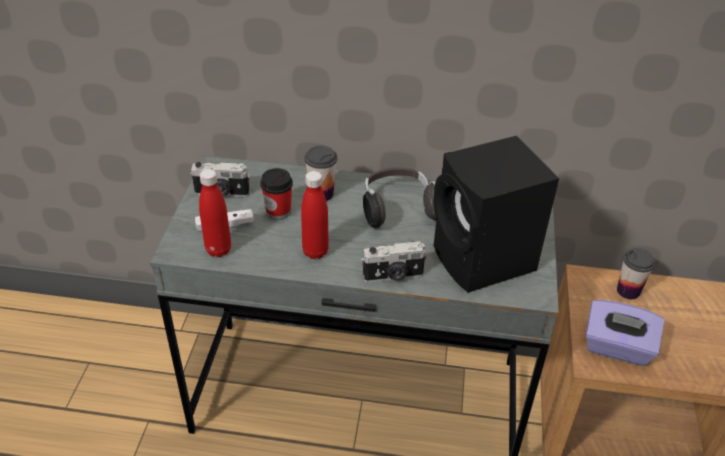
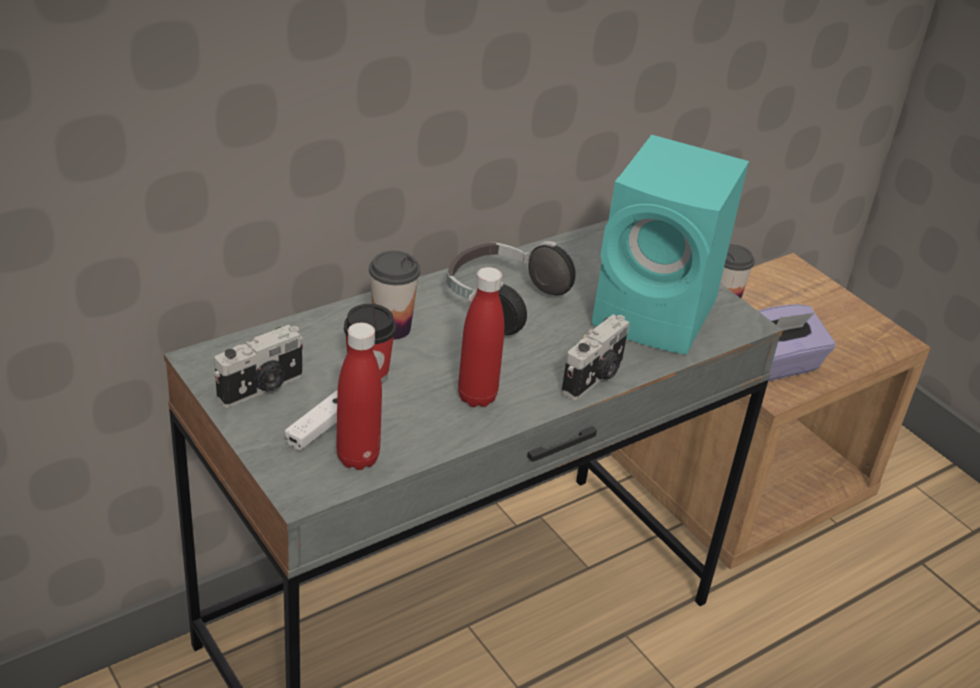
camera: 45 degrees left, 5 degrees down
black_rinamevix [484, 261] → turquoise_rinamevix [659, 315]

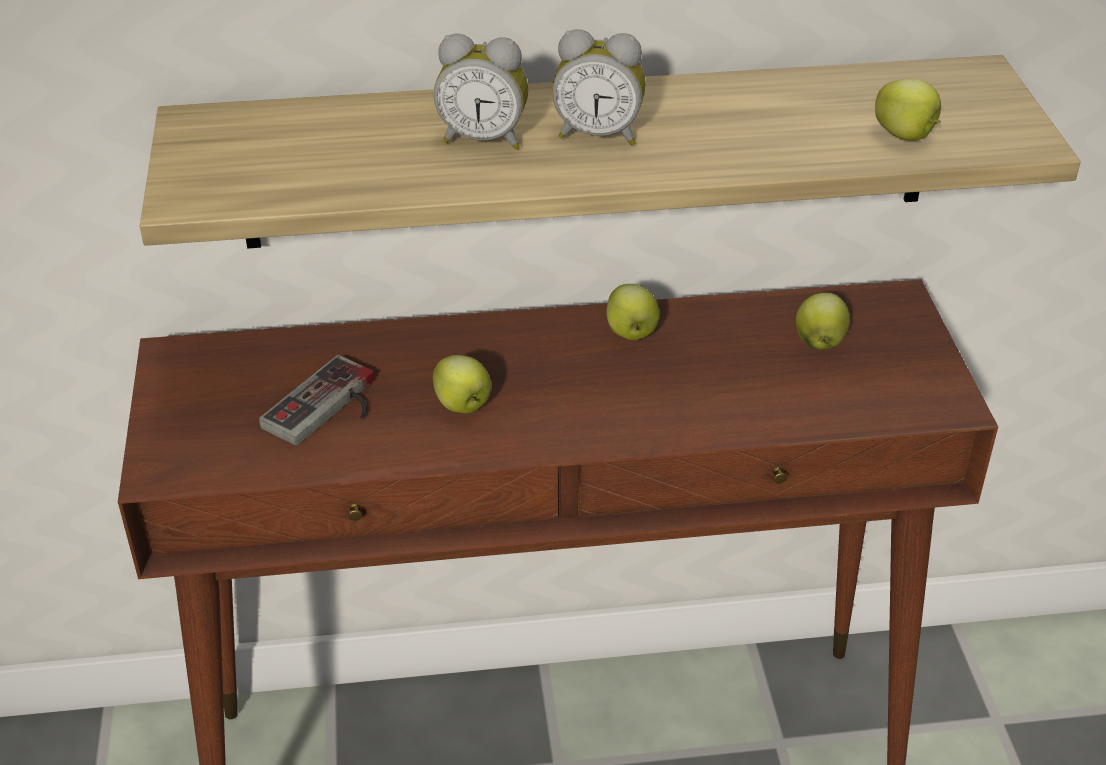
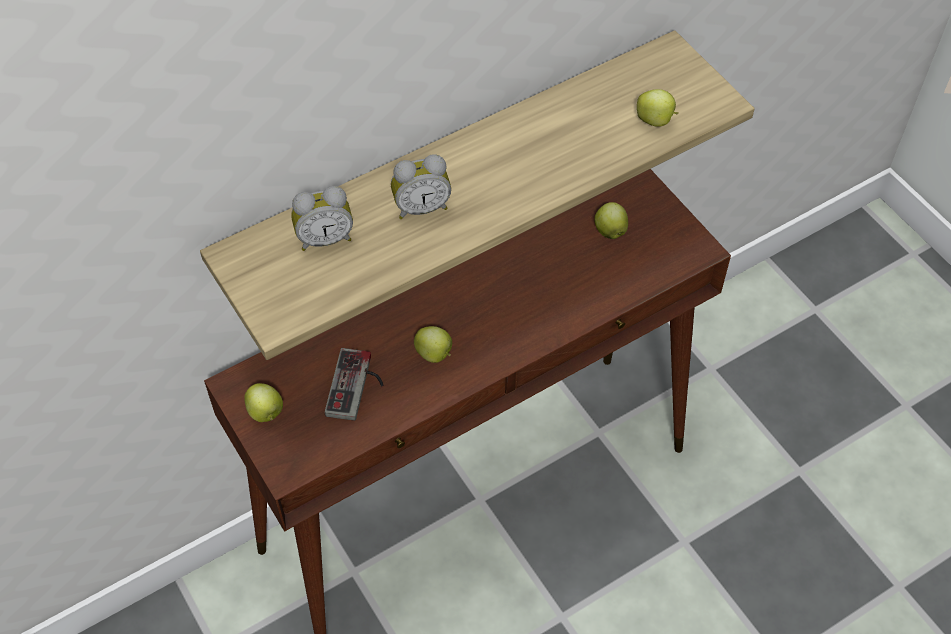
camera: 25 degrees left, 15 degrees up
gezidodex [598, 134] → gezidodex [324, 238], shifted
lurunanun [631, 333] → lurunanun [266, 413], shifted

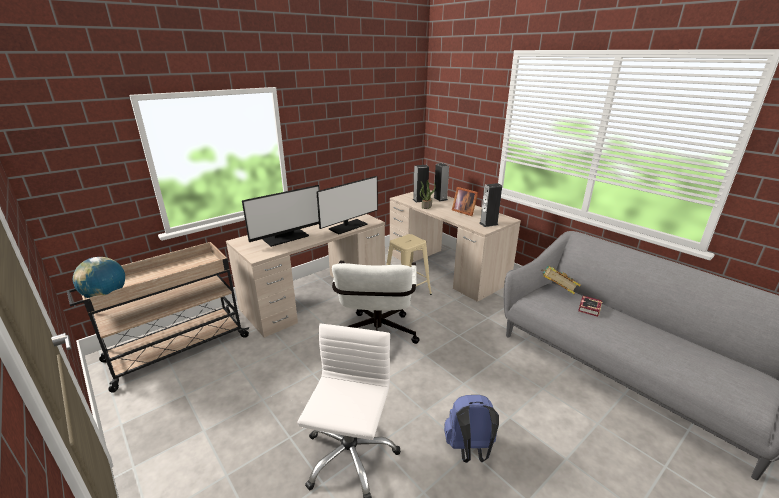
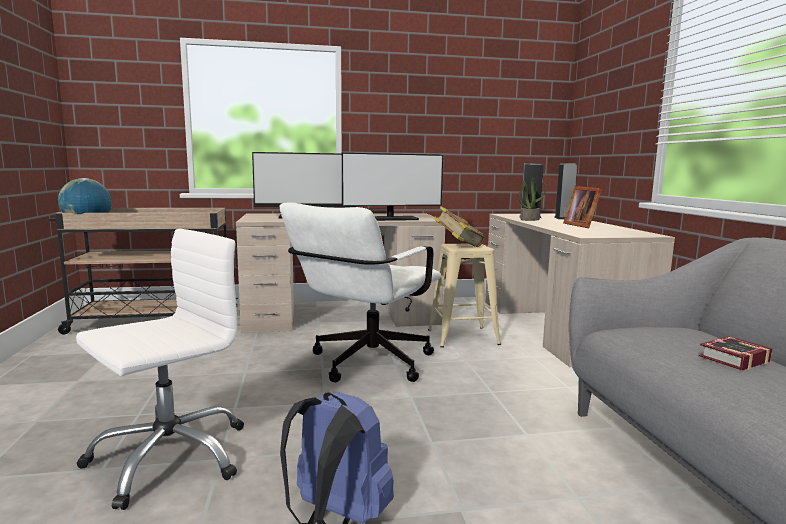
camera: 30 degrees right, 15 degrees down
rinamevix [488, 224] → -
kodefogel [557, 291] → kodefogel [458, 246], shifted

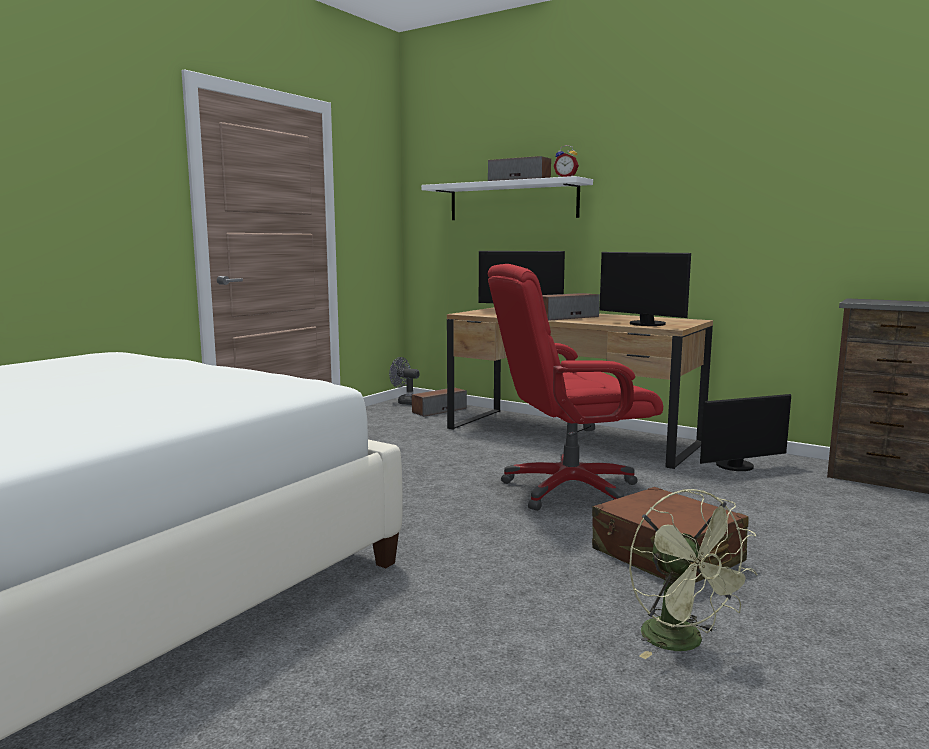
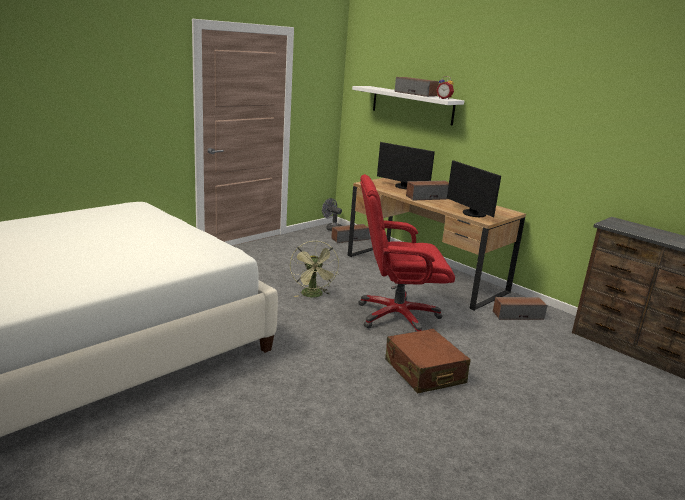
camera: 10 degrees right, 10 degrees up
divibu [737, 466] → rinamevix [517, 315]
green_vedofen [682, 643] → green_vedofen [313, 295], shifted

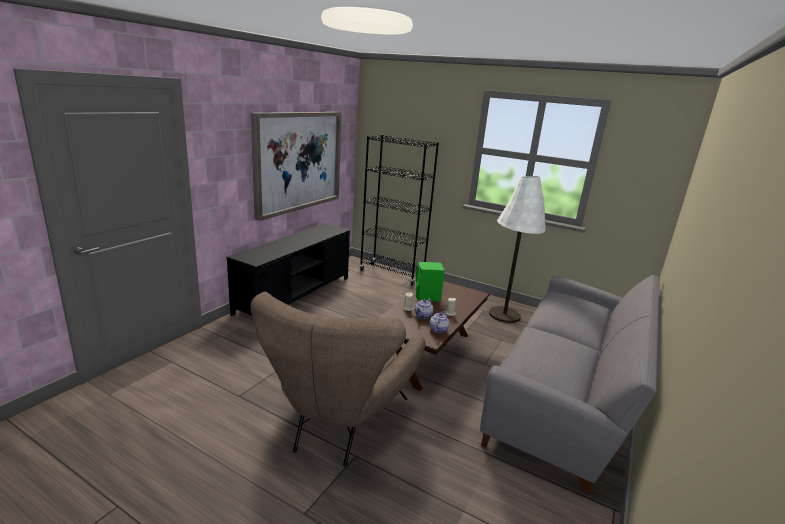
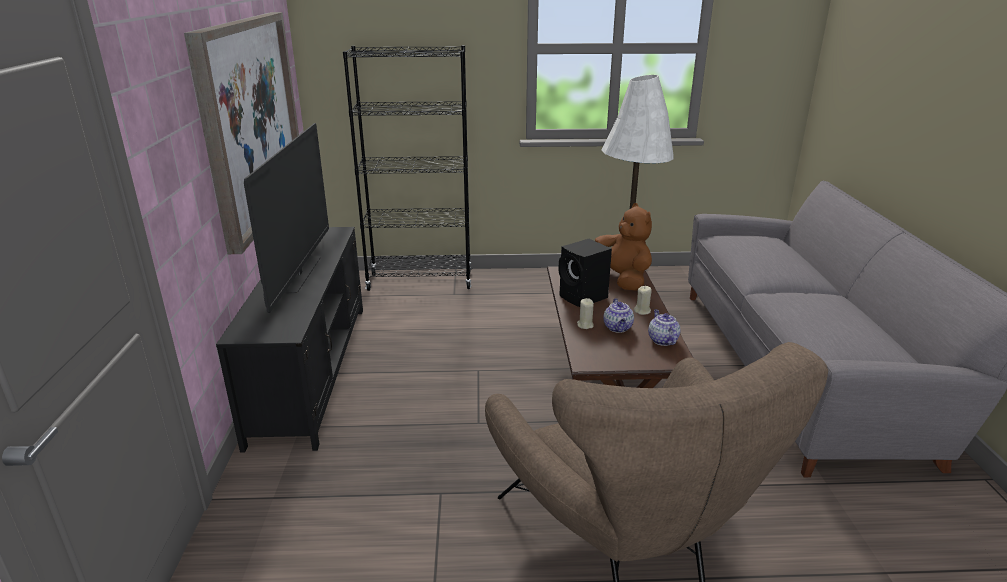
camera: 30 degrees left, 5 degrees up
green_rinamevix [427, 297] → black_rinamevix [584, 298]
- → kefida [301, 274]
- → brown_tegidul [621, 279]

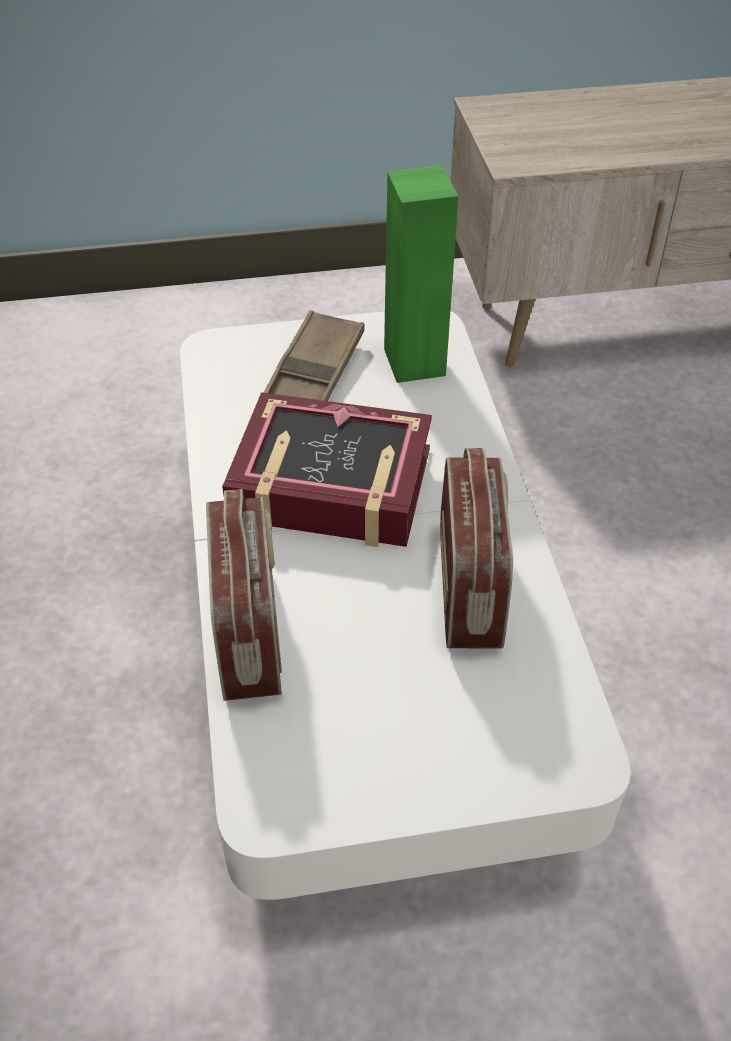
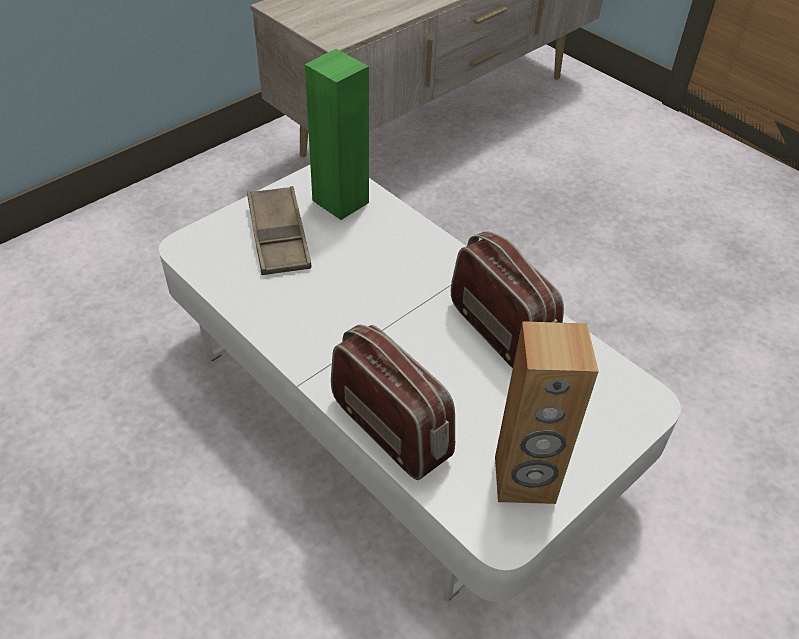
camera: 35 degrees left, 0 degrees up
kodefogel [331, 486] → -
- → brown_rinamevix [524, 481]

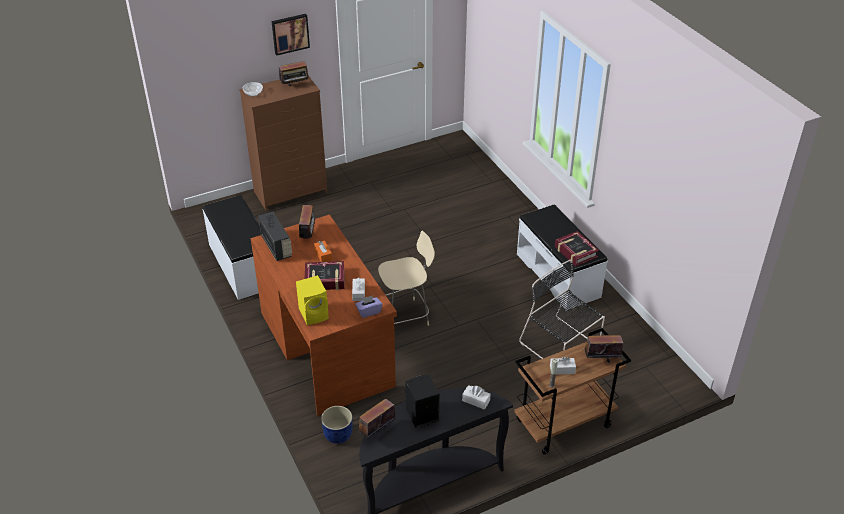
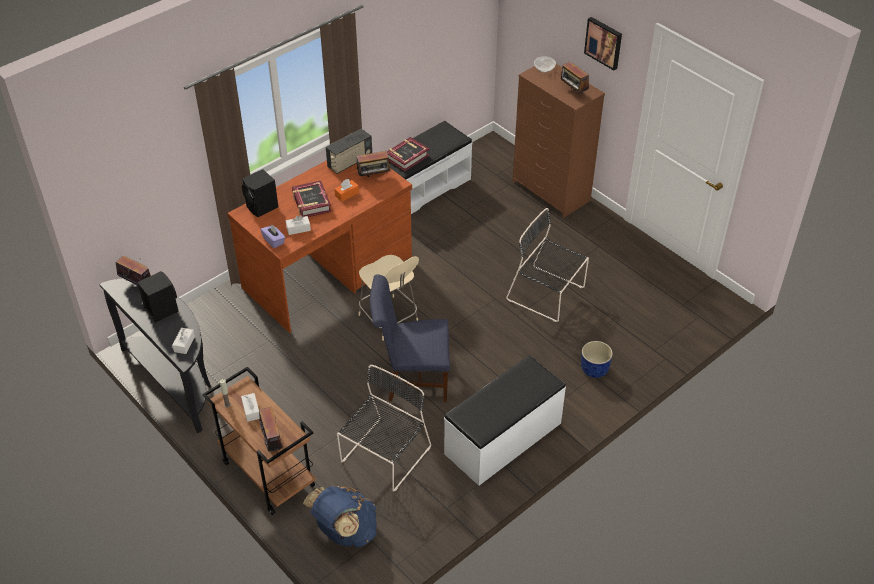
camera: 75 degrees right, 5 degrees up
kodefogel [575, 252] → kodefogel [407, 157], shifted
yellow_rinamevix [315, 314] → black_rinamevix [262, 207]
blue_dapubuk [338, 435] → blue_dapubuk [594, 370], shifted
- → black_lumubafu [547, 295]
- → blue_lumubafu [412, 379]
- → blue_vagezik [345, 532]

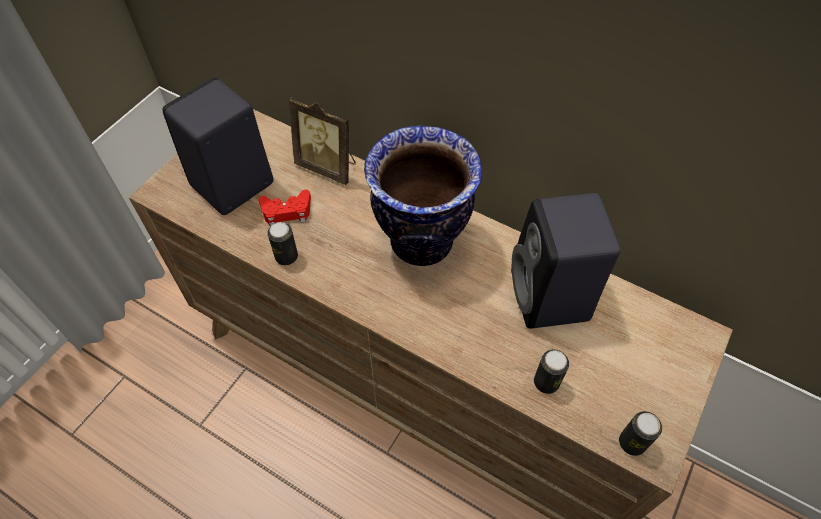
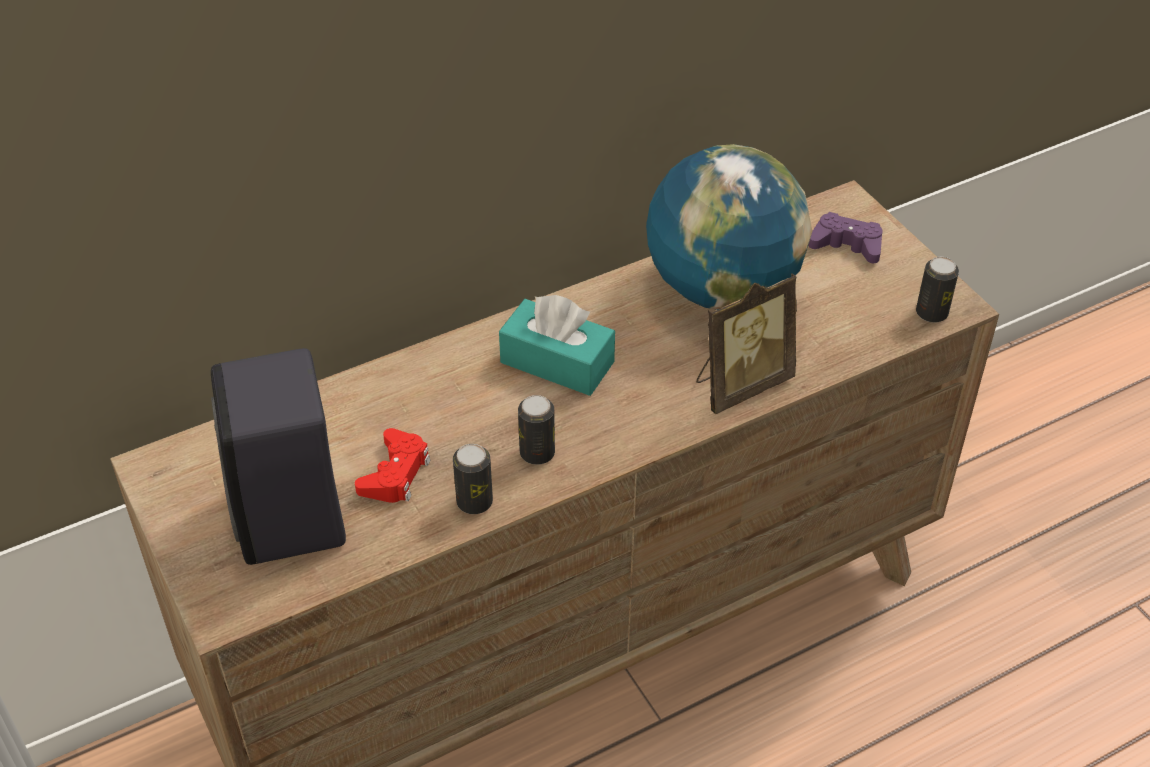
camera: 60 degrees left, 10 degrees down
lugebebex [328, 166] → lugebebex [740, 384], shifted
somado [420, 242] → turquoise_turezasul [557, 362]
black_rinamevix [551, 298] → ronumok [722, 288]
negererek [546, 382] → negererek [537, 453], shifted
- → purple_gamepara [846, 245]

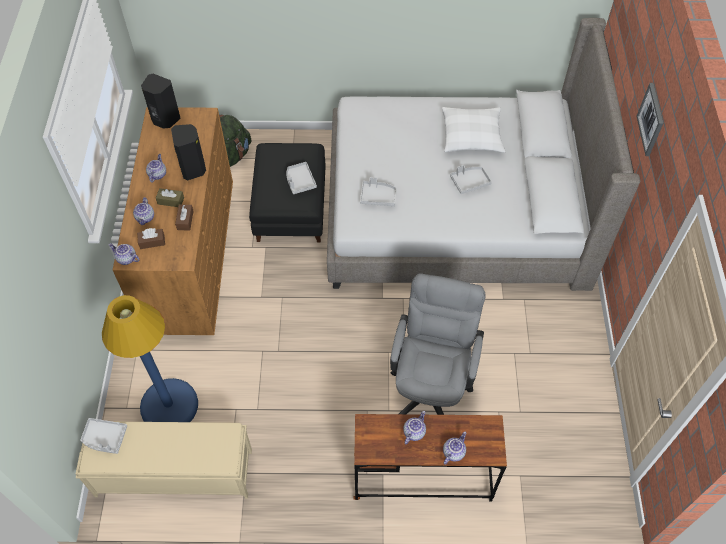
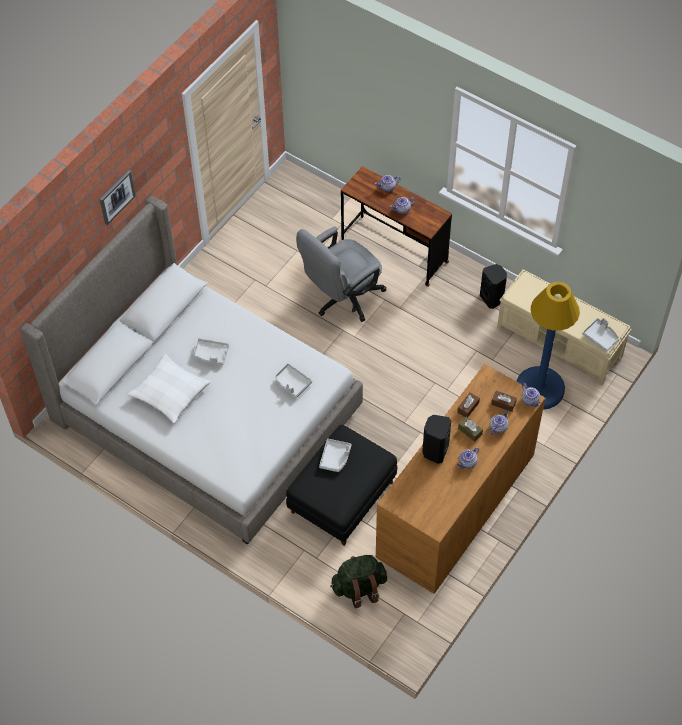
camera: 145 degrees left, 0 degrees up
black_rinamevix [165, 120] → black_rinamevix [492, 298], shifted

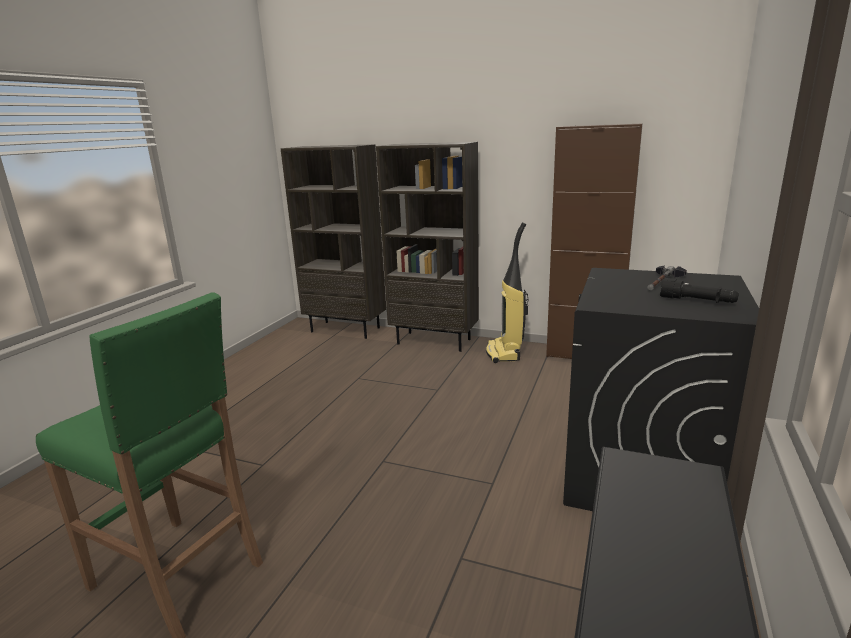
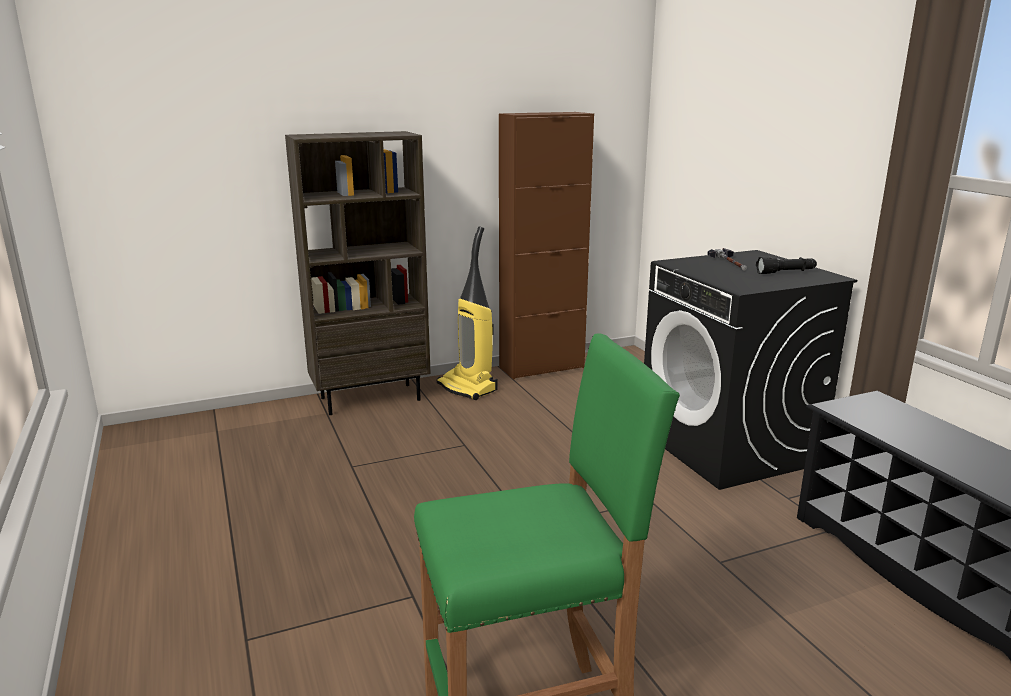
camera: 45 degrees left, 0 degrees up
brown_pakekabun [346, 329] → -

